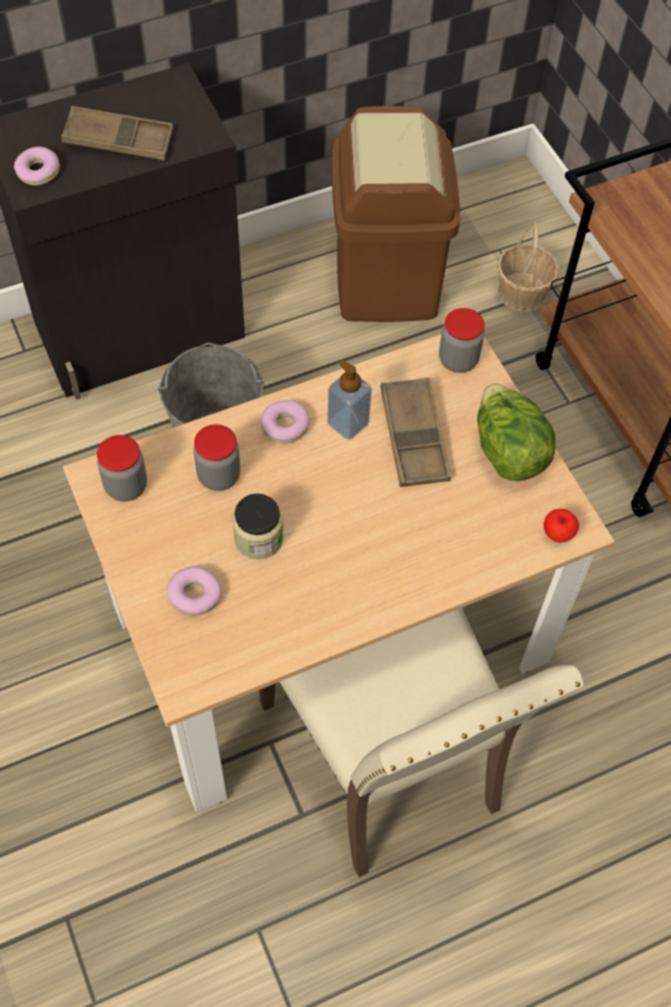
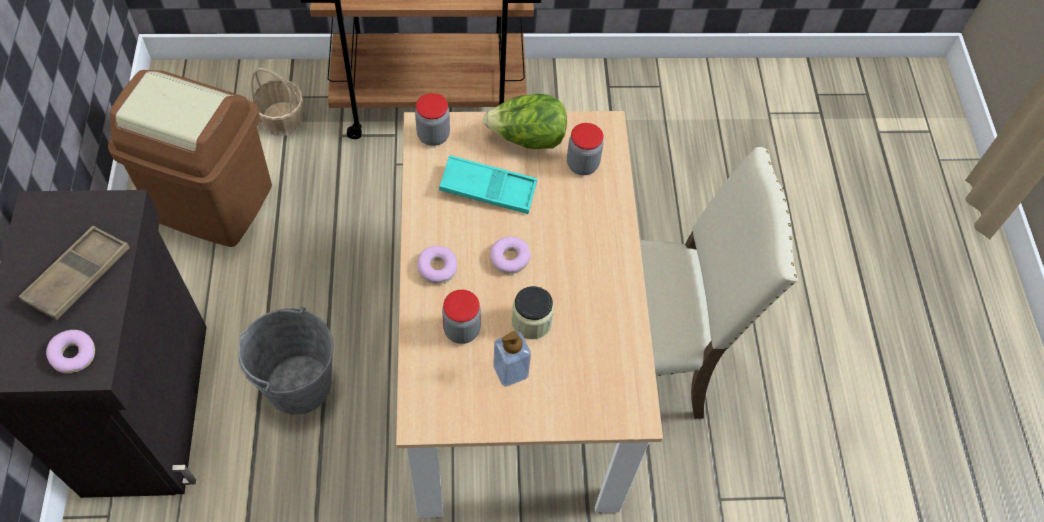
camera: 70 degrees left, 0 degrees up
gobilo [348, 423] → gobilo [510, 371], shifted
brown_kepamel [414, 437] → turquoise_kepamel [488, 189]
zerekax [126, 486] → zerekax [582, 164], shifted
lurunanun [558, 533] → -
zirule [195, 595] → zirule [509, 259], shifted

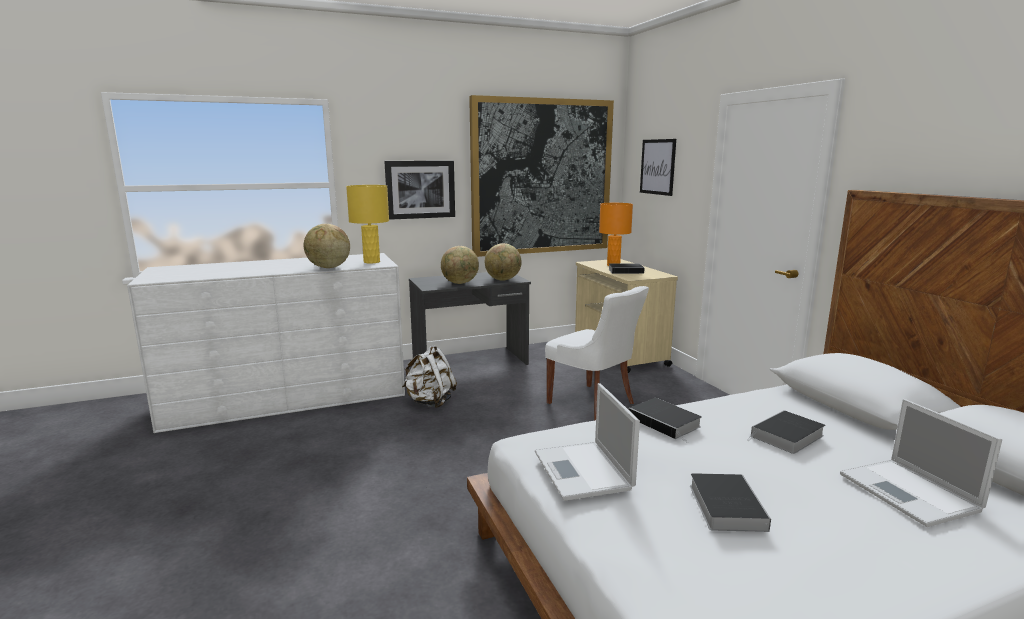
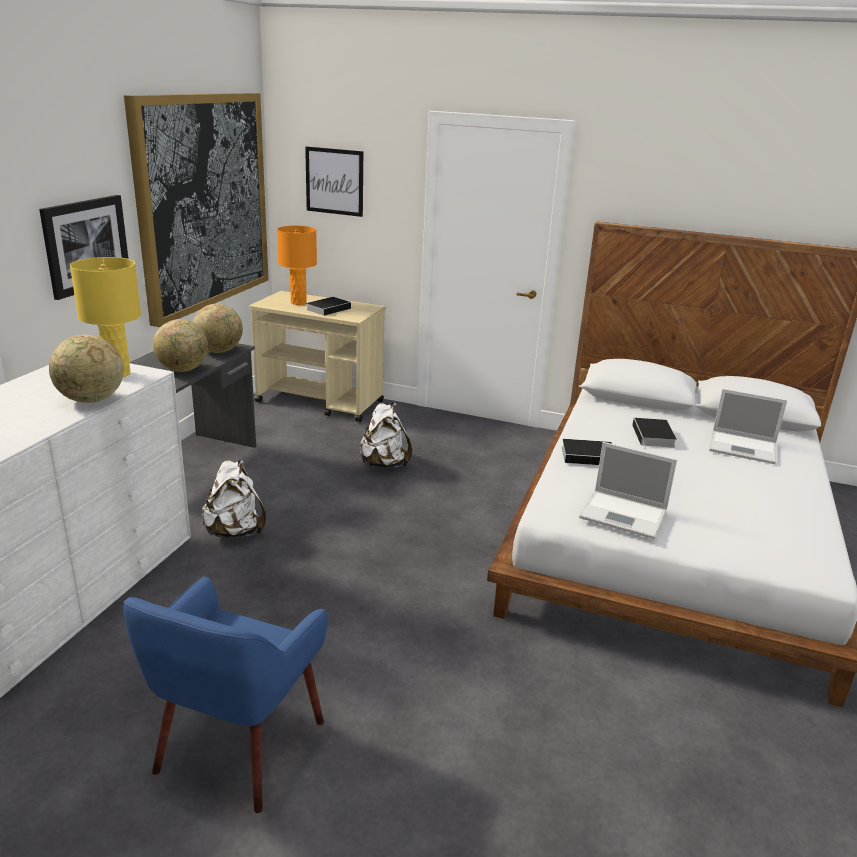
camera: 50 degrees left, 10 degrees up
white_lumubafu [593, 403] → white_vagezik [383, 464]
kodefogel [725, 505] → -
- → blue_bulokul [237, 746]

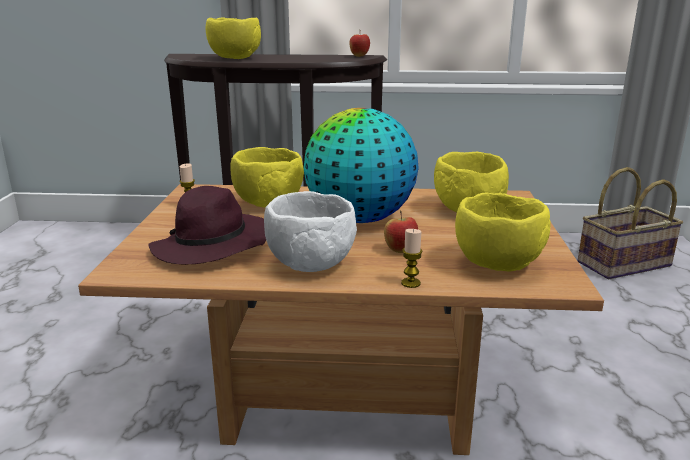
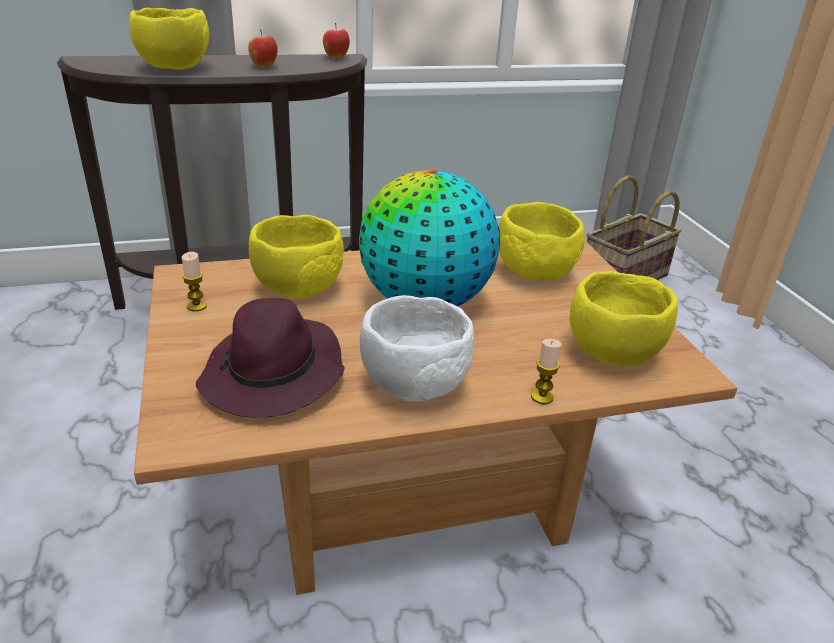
camera: 20 degrees left, 10 degrees up
lurunanun [400, 251] → lurunanun [264, 67], shifted

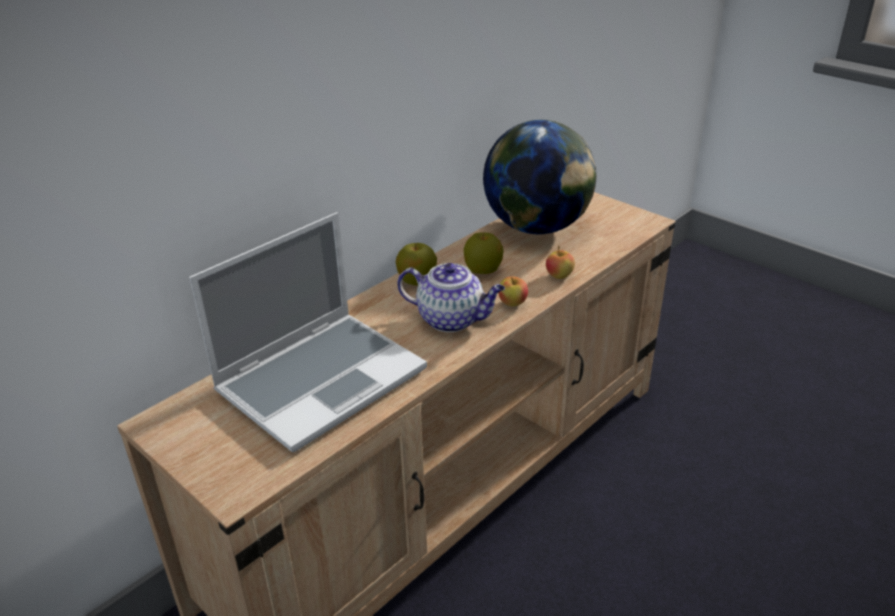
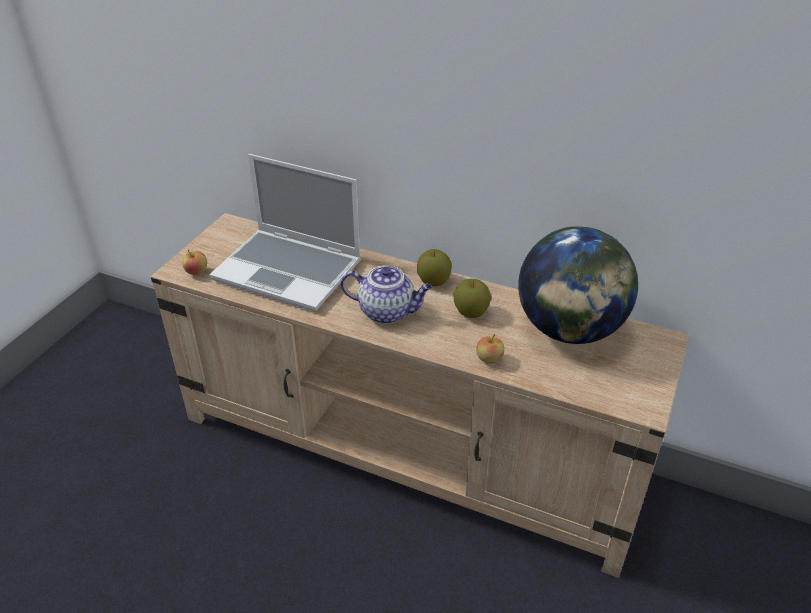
camera: 70 degrees right, 5 degrees up
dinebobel [452, 319] → dinebobel [387, 312], 75 degrees counterclockwise
lurunanun [512, 303] → lurunanun [196, 272], shifted

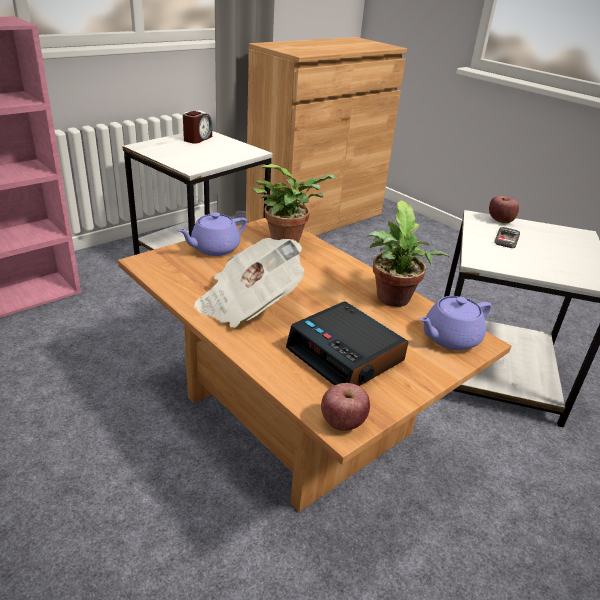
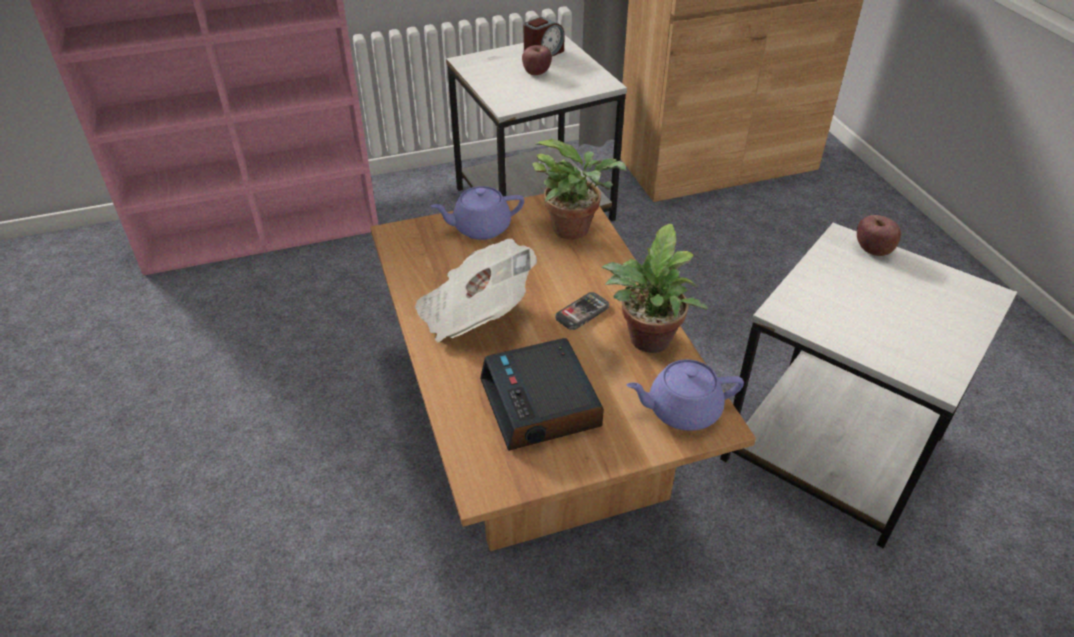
camera: 25 degrees right, 10 degrees up
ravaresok [506, 239] → ravaresok [582, 312], shifted
lurunanun [342, 422] → lurunanun [536, 73], shifted

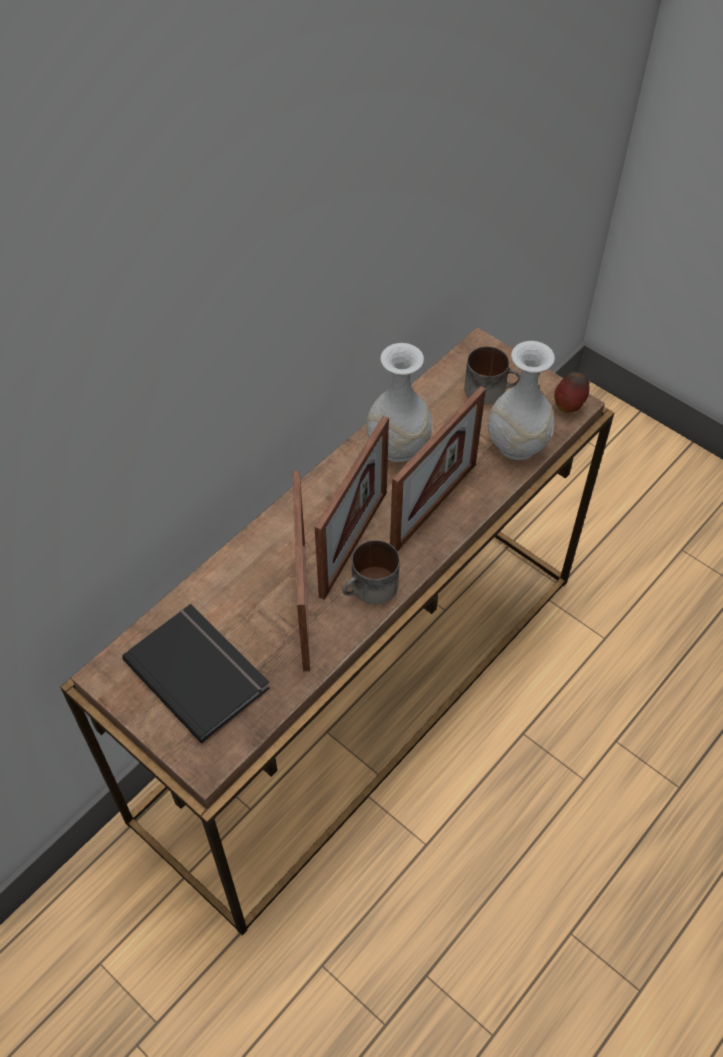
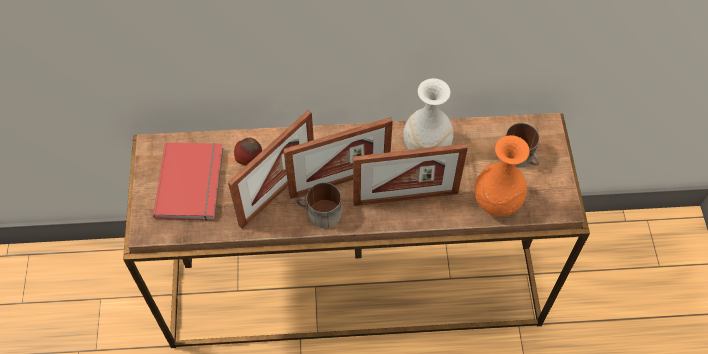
camera: 45 degrees right, 5 degrees up
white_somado [516, 445] → orange_somado [496, 202]
lurunanun [569, 406] → lurunanun [249, 160], shifted
black_kodefogel [199, 671] → red_kodefogel [192, 182]

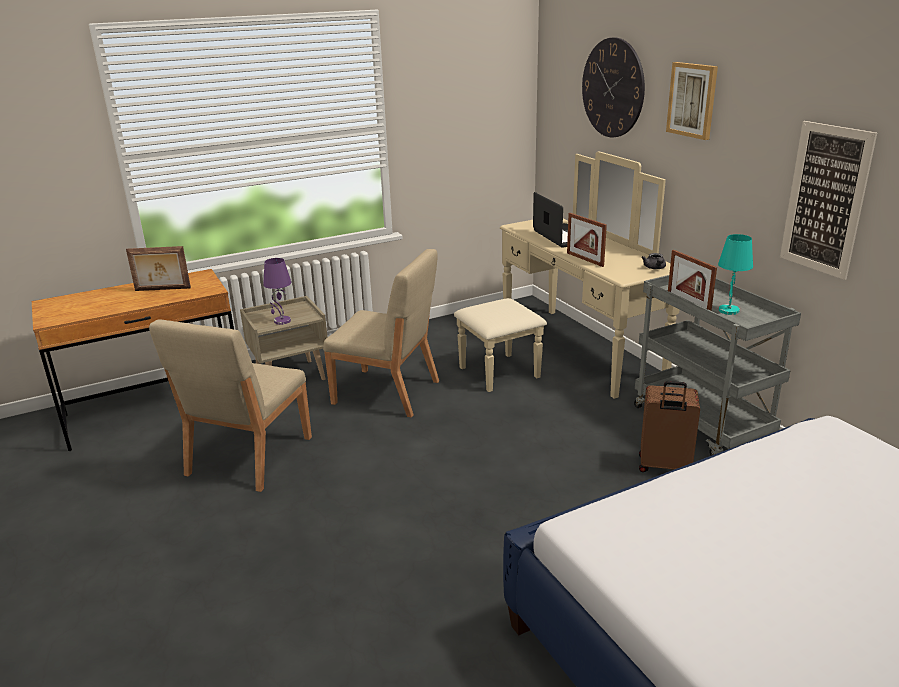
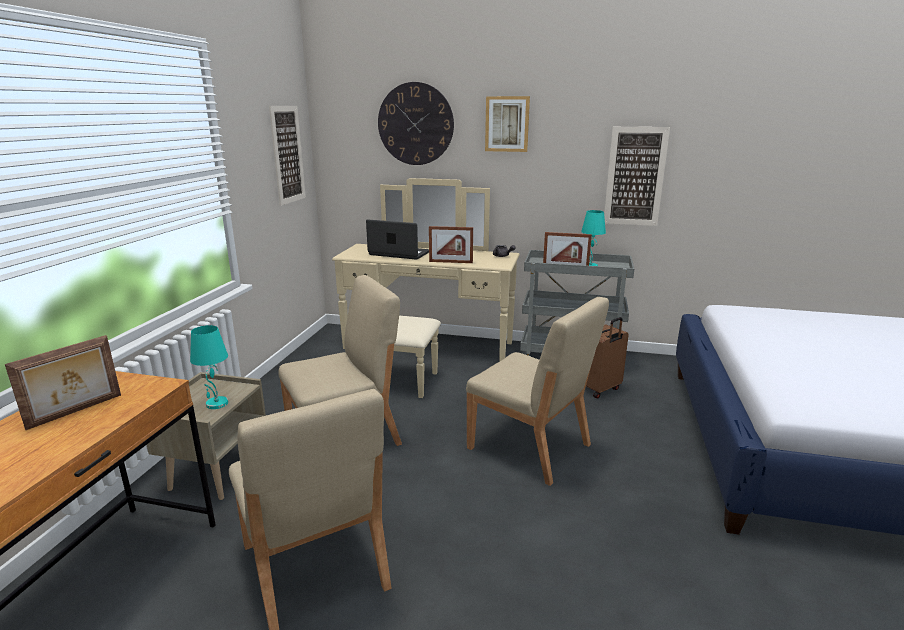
camera: 50 degrees left, 5 degrees down
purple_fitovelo [282, 321] → turquoise_fitovelo [217, 404]
- → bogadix [287, 154]
- → beige_lumubafu [530, 447]

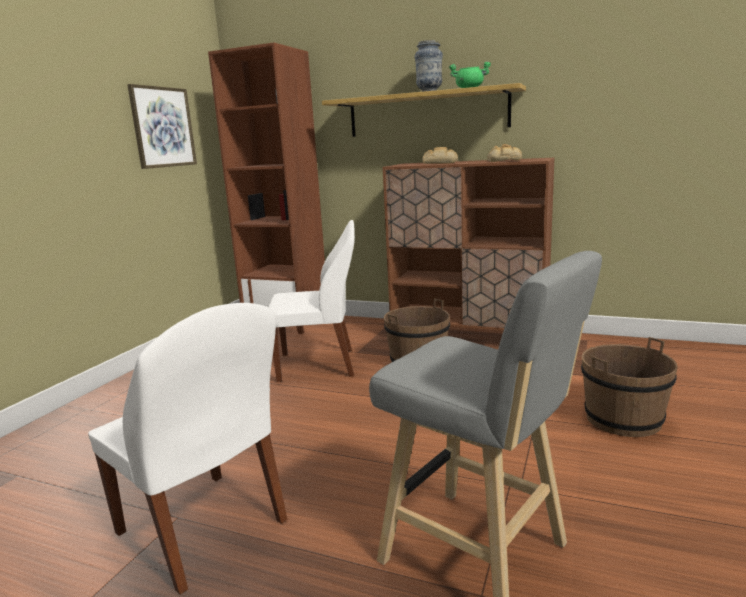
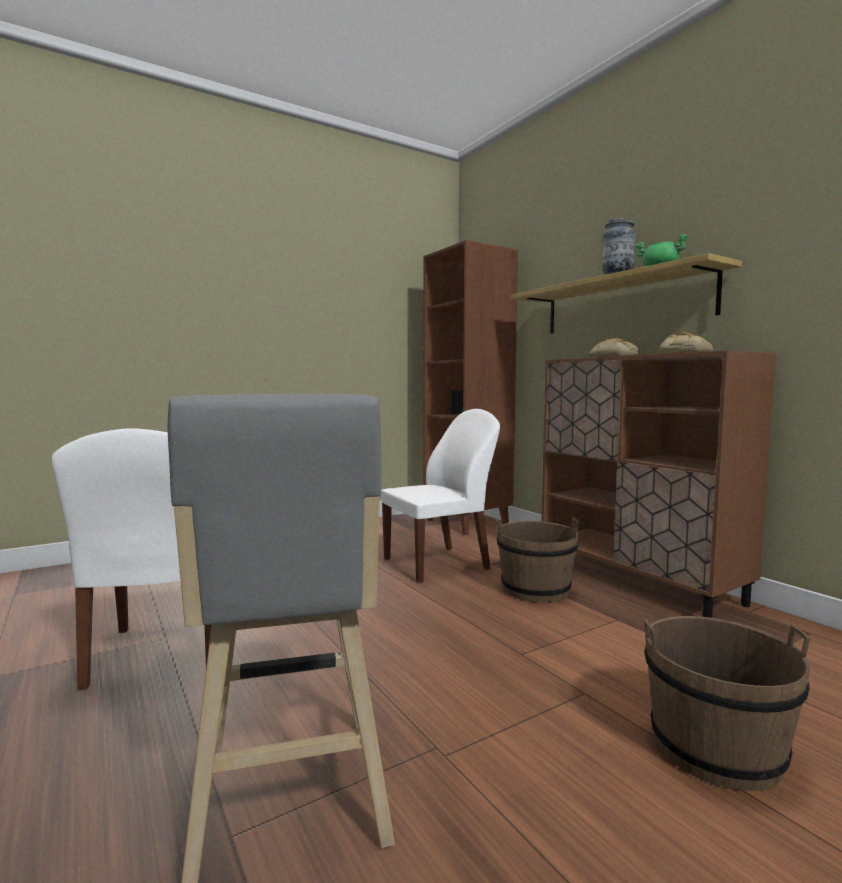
camera: 35 degrees right, 10 degrees down
bogadix [163, 127] → -
white_lumubafu [319, 365] → white_lumubafu [439, 564], 60 degrees counterclockwise

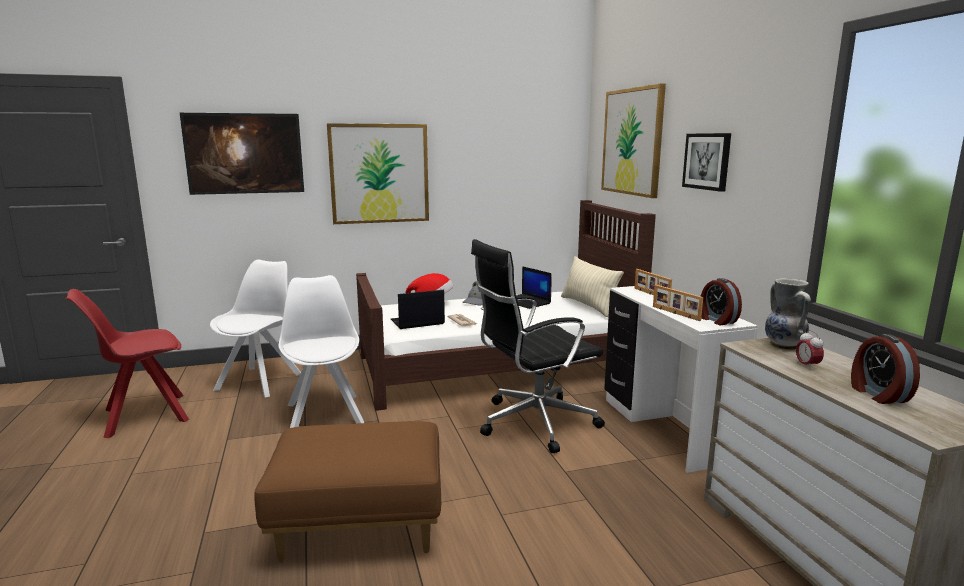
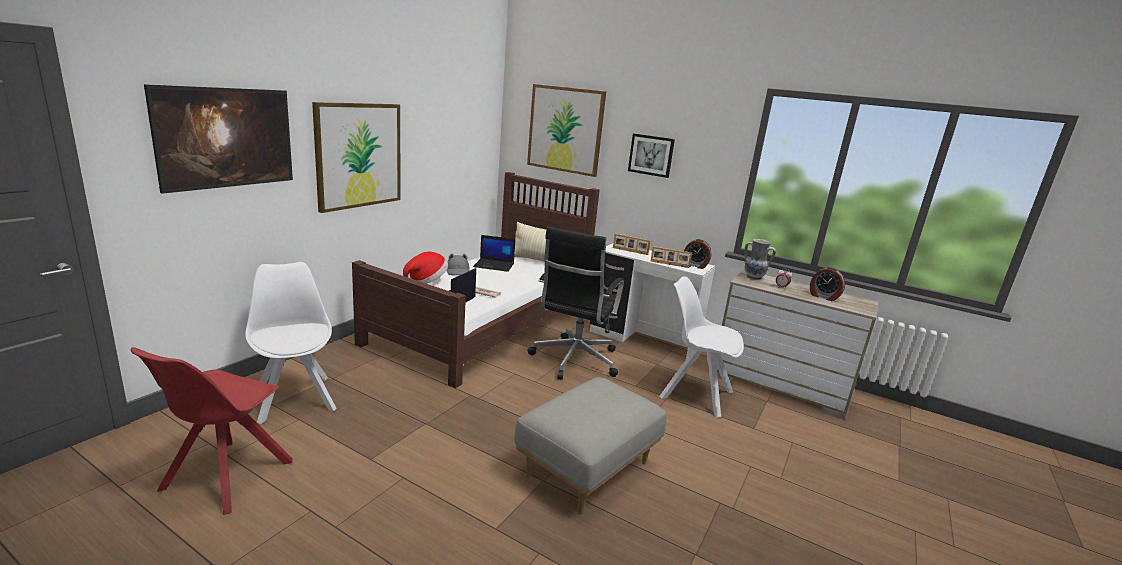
camera: 45 degrees left, 5 degrees up
white_lumubafu [324, 413] → white_lumubafu [694, 393], shifted
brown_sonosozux [360, 526] → grey_sonosozux [587, 469]

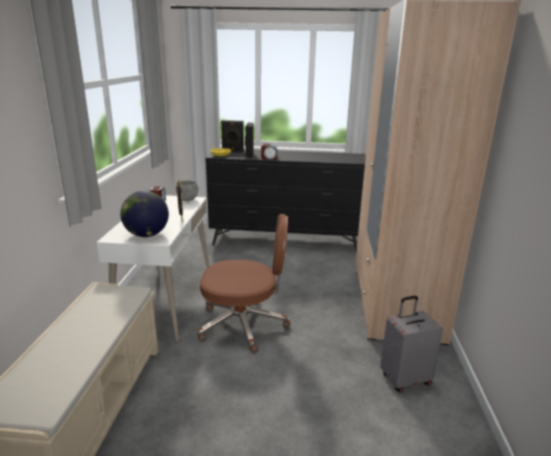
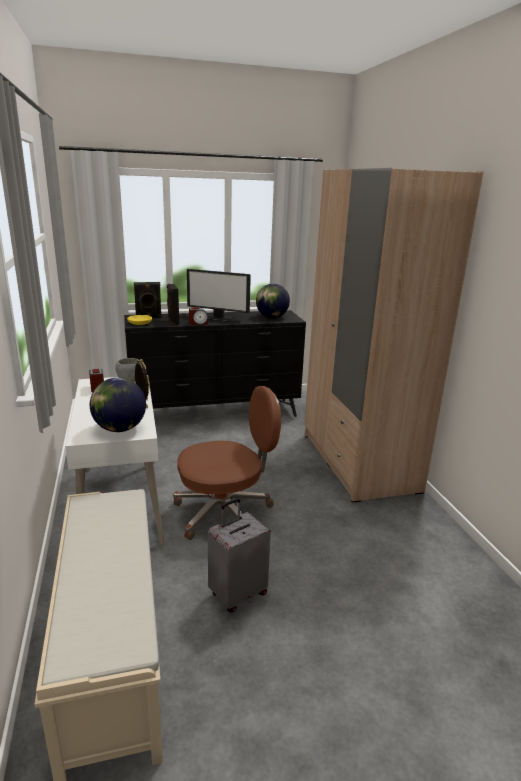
camera: 20 degrees left, 0 degrees up
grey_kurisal [405, 379] → grey_kurisal [237, 593], shifted
- → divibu [218, 317]
- → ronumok [272, 317]

